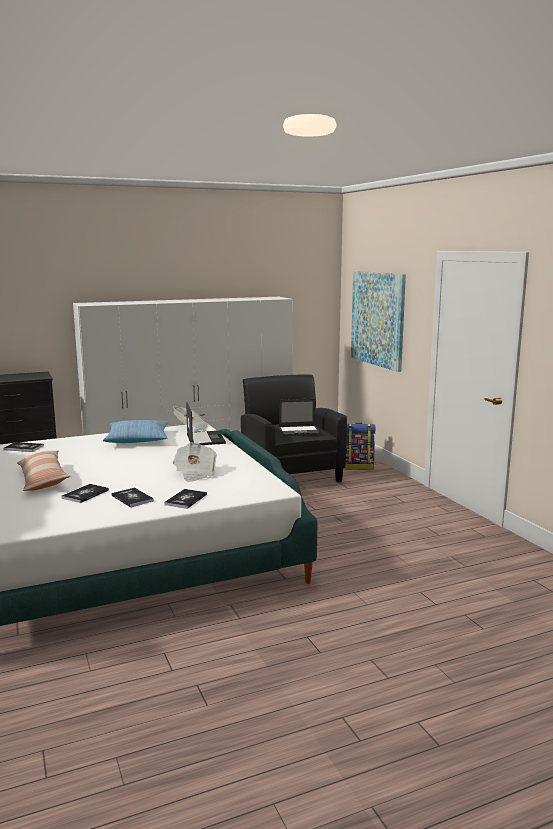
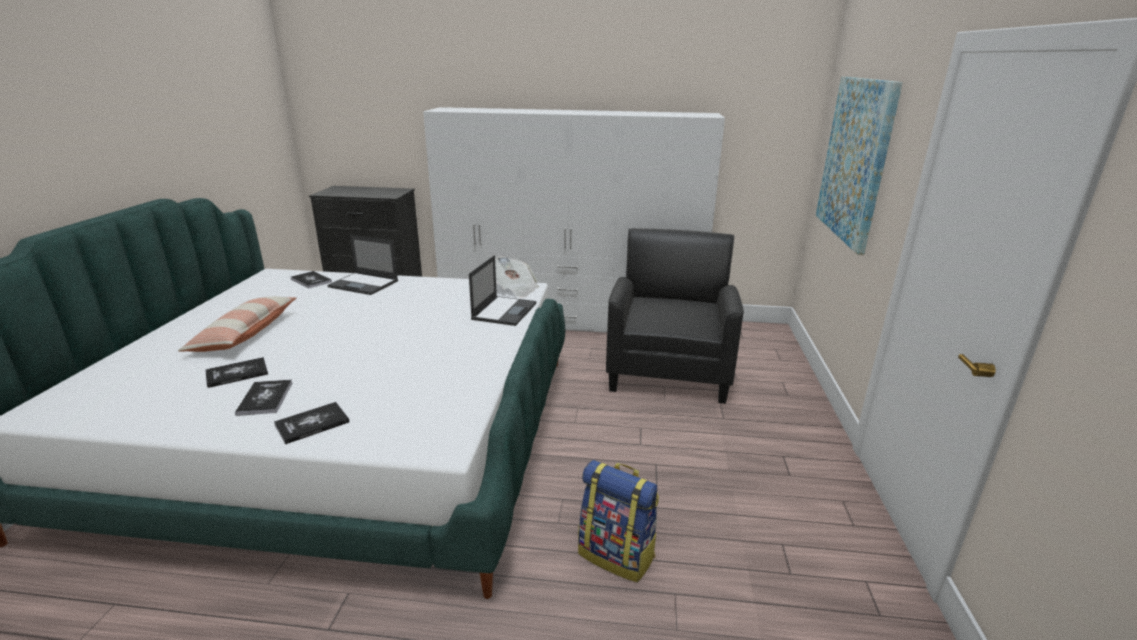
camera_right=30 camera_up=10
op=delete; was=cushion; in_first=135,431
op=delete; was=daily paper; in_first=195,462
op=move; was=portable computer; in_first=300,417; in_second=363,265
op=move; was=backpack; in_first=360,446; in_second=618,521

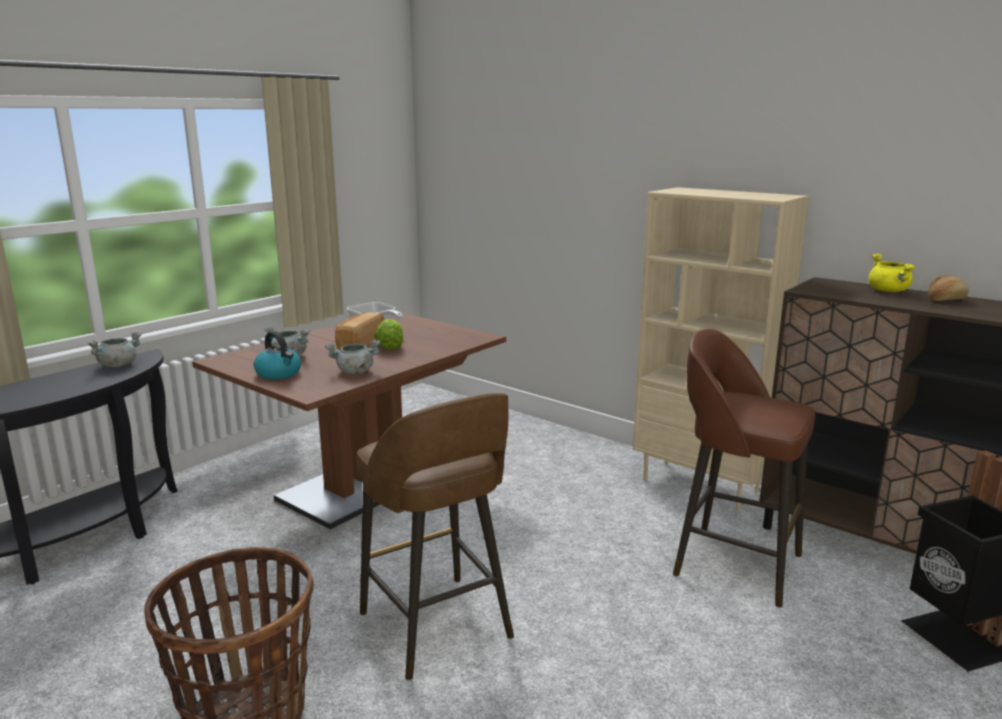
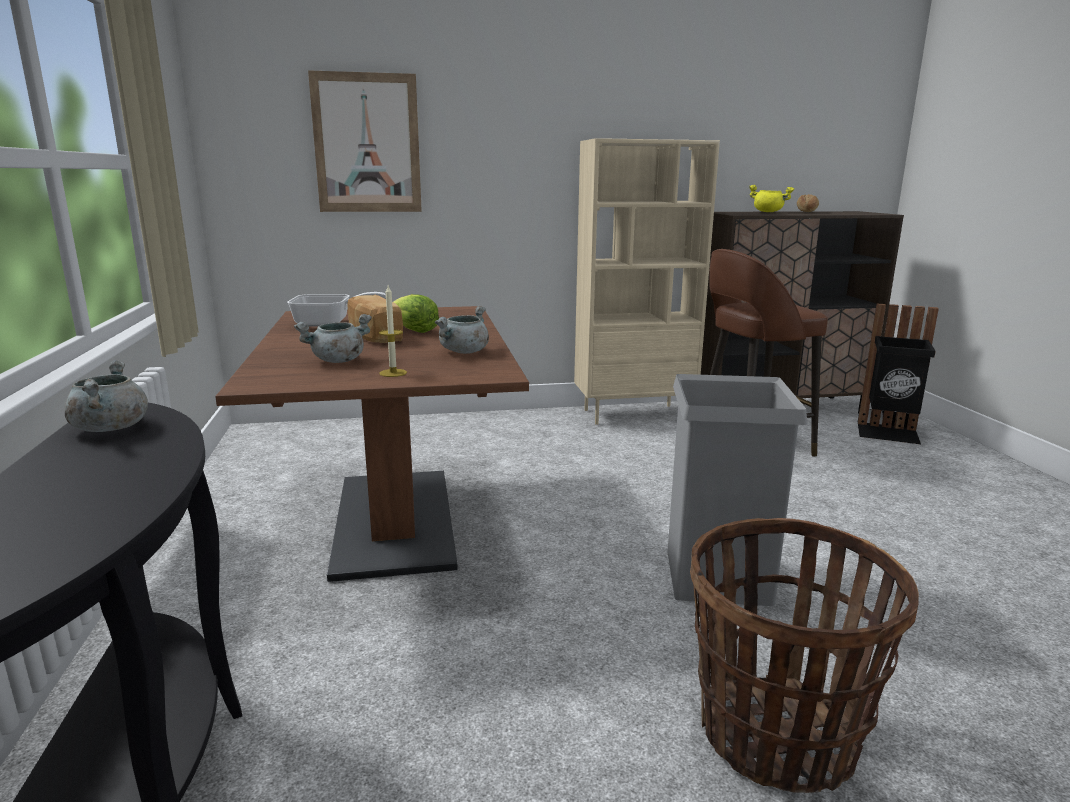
camera_right=-50 camera_up=0
op=replace; was=kettle; now=candle; in_first=277,355; in_second=393,331
op=replace; was=sitting stool in brown; now=rubbish bin in grey; in_first=435,536; in_second=737,490
op=insert; now=wall picture; in_second=365,141

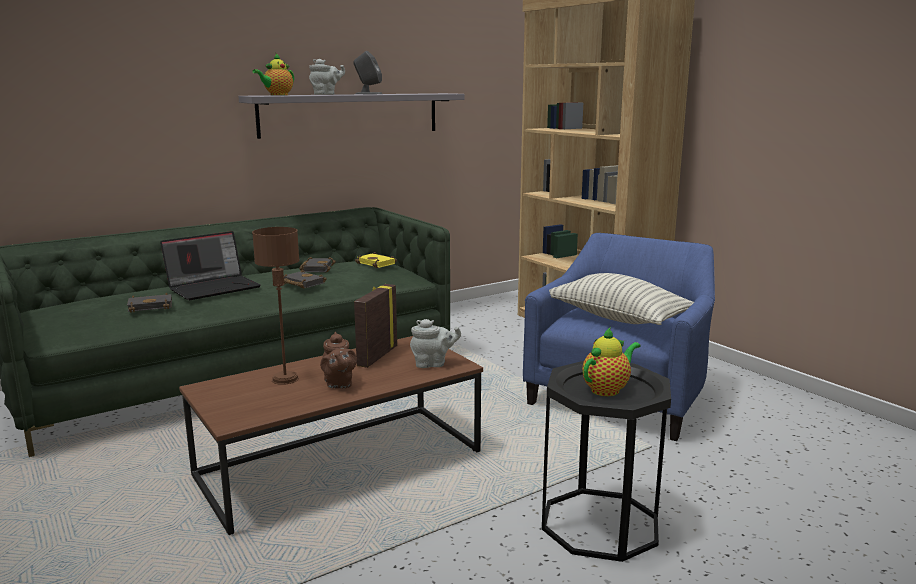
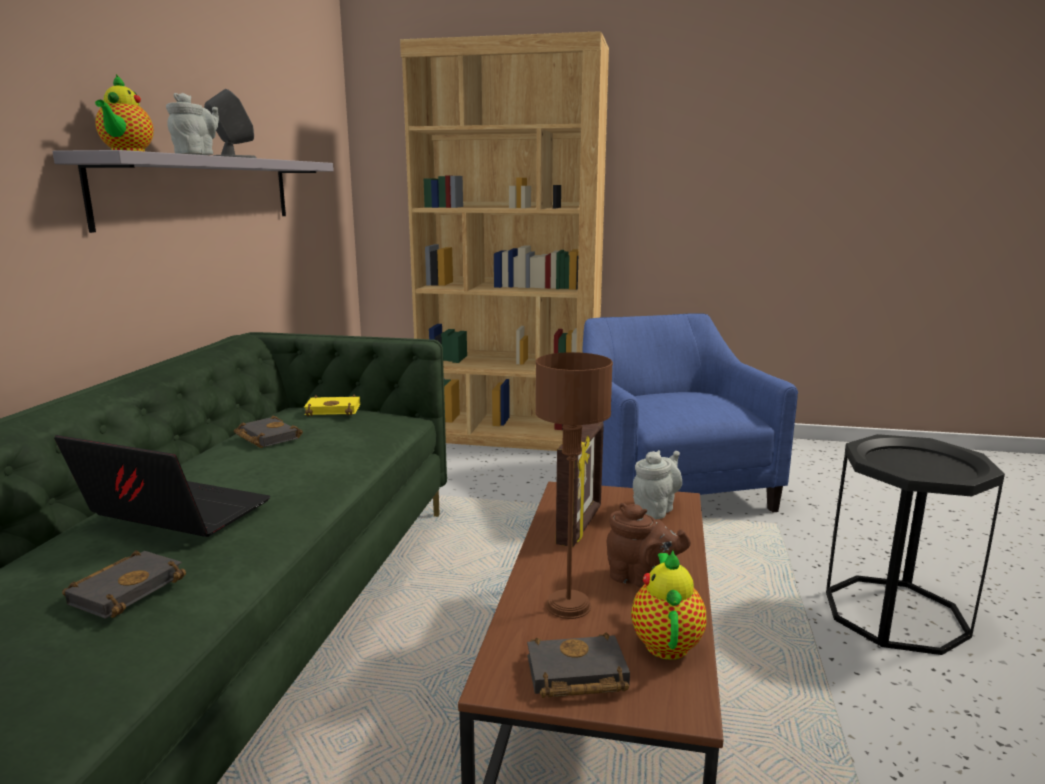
camera_right=-45 camera_up=0
op=rotate; was=portable computer; in_first=210,265; in_second=162,486; clockwise=-75
op=move; was=book in blackish; in_first=305,279; in_second=578,665
op=rotate; was=standing frame; in_first=375,326; in_second=580,484; clockwise=-135
op=delete; was=cushion; in_first=621,299
op=move; was=teapot; in_first=611,361; in_second=668,605

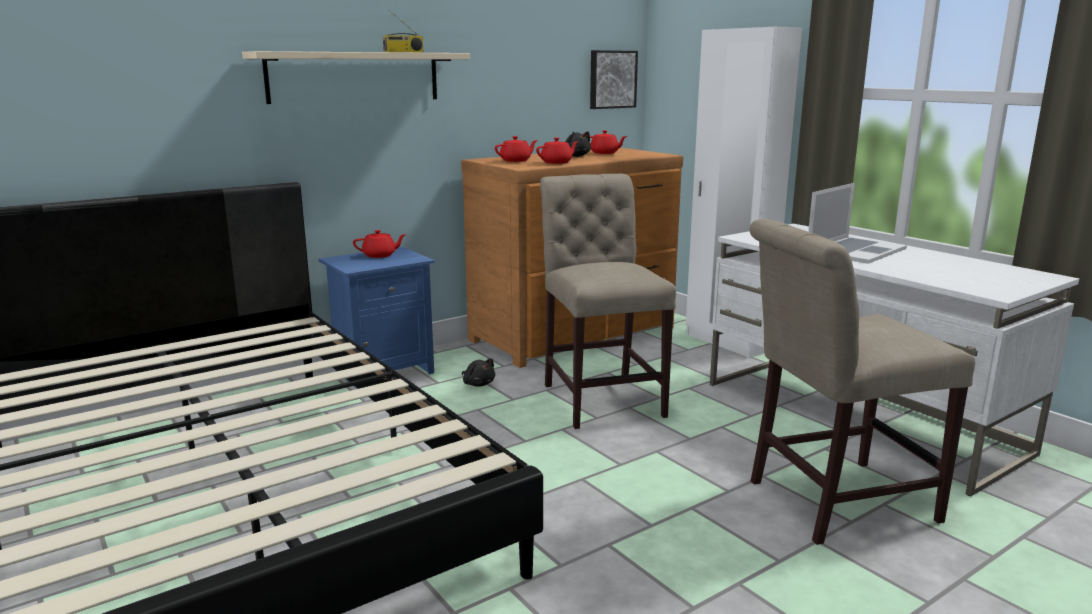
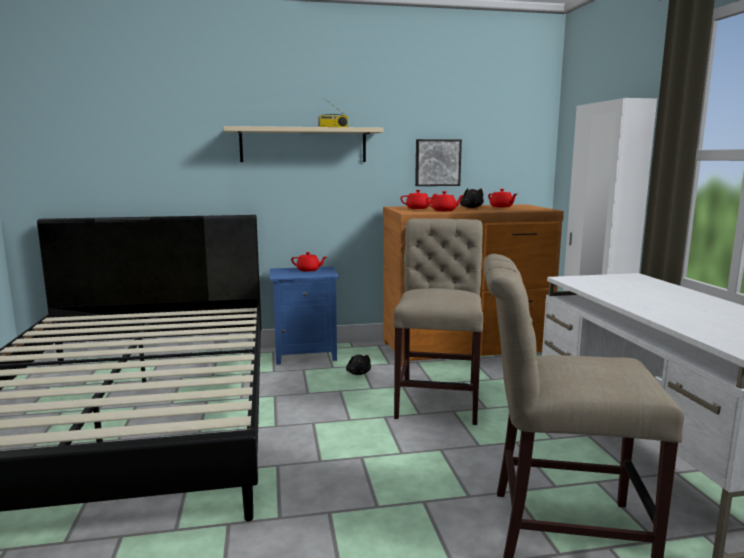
camera_right=25 camera_up=-5
op=move; was=wall picture; in_first=614,79; in_second=438,162
op=delete; was=portable computer; in_first=857,223

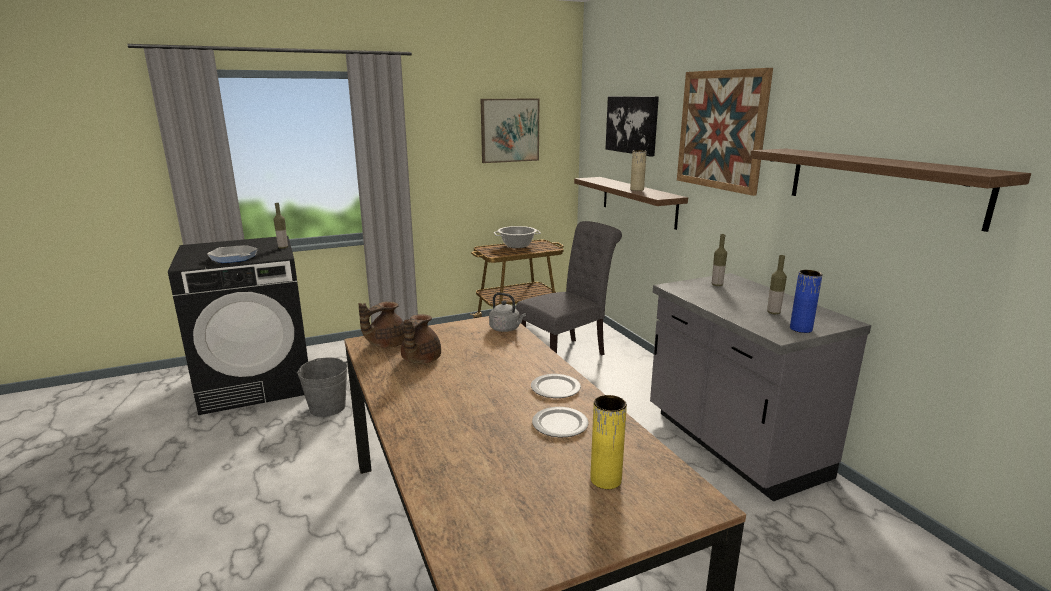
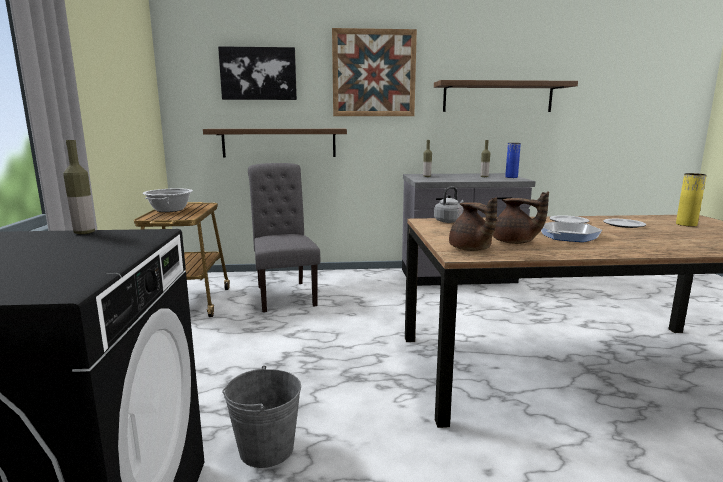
camera_right=-70 camera_up=-5
op=move; was=frying pan; in_first=232,254; in_second=571,231
op=delete; was=wall picture; in_first=510,131
op=delete; was=flower vase in beige-coloured; in_first=638,170

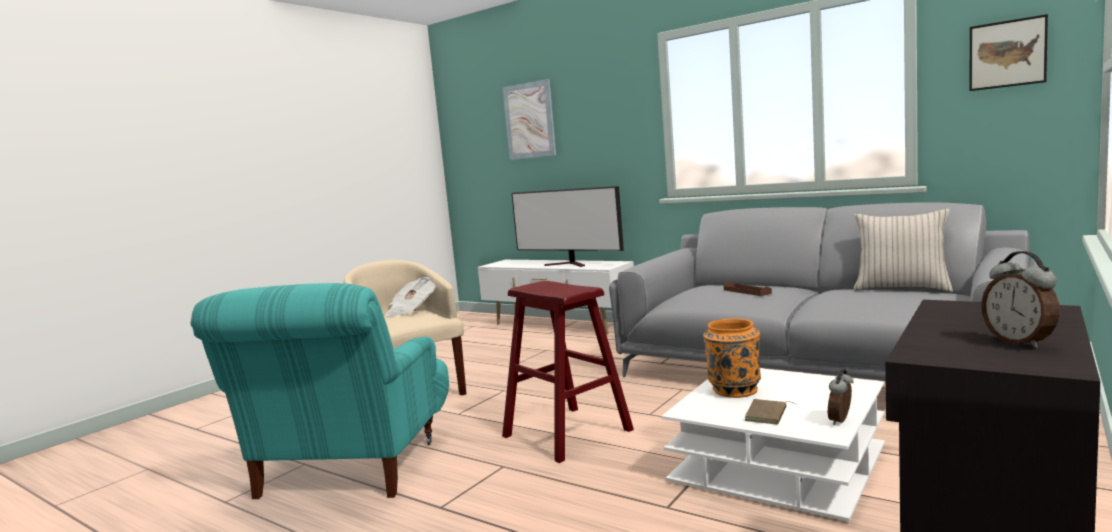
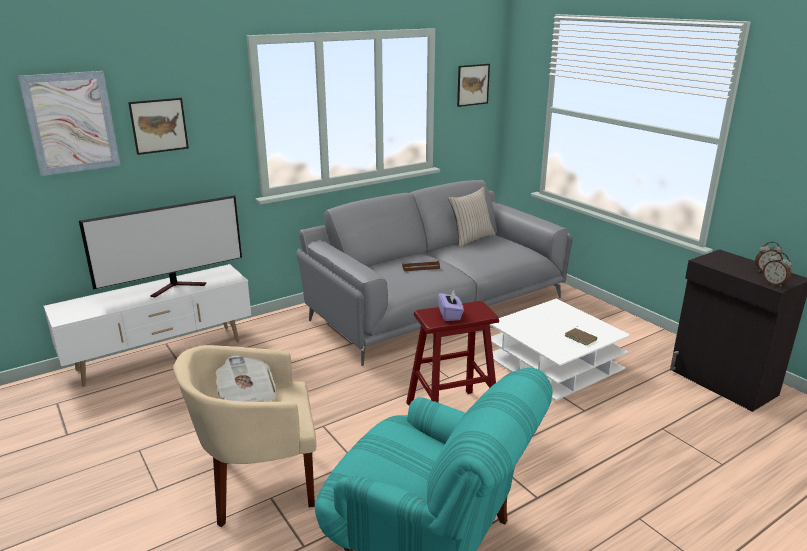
camera_right=-70 camera_up=15
op=delete; was=flower vase in orange; in_first=732,358
op=move; was=bedside clock; in_first=841,397; in_second=777,270
op=insert; now=wall picture; in_second=158,126
op=insert; now=tissue holder in purple-coloured; in_second=451,305

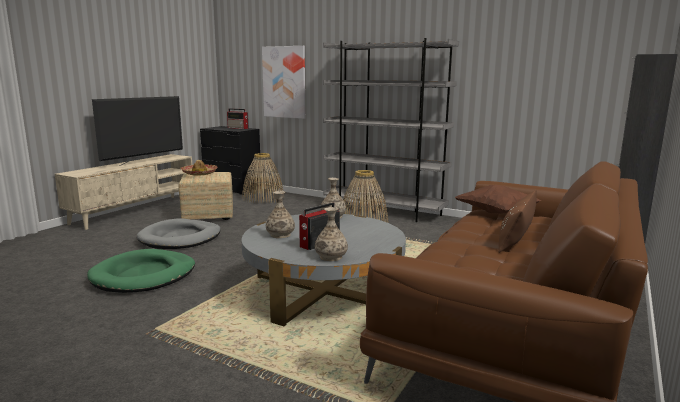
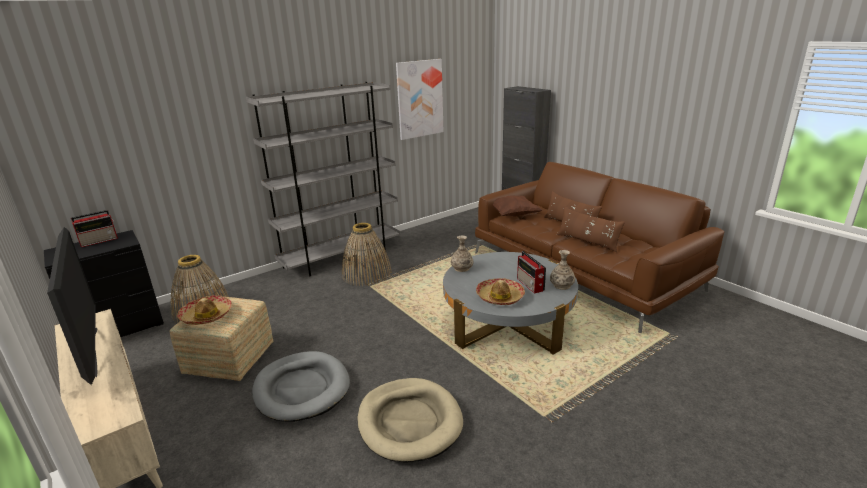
camera_right=-65 camera_up=10
op=recolor; was=dog cushion in green; now=dog cushion in beige-coloured; in_first=141,271; in_second=410,420
op=move; was=wall picture; in_first=283,82; in_second=420,99
op=replace; was=flower vase; now=clothing hat; in_first=280,214; in_second=500,291
op=insert; now=cushion in brown; in_second=591,229

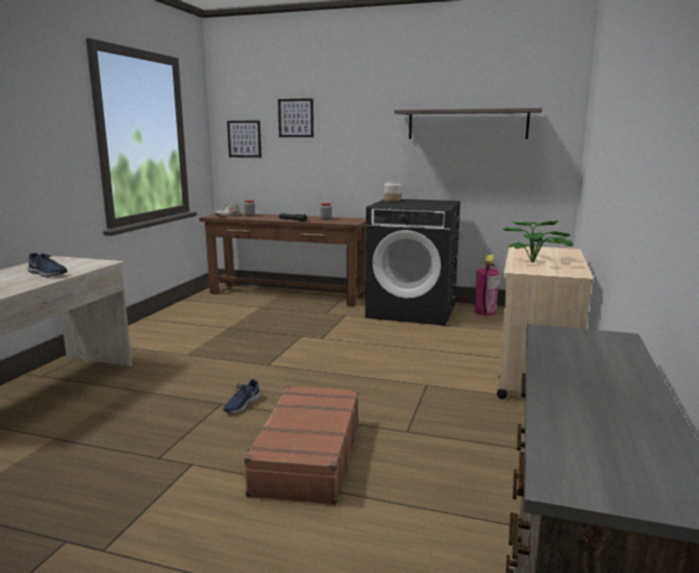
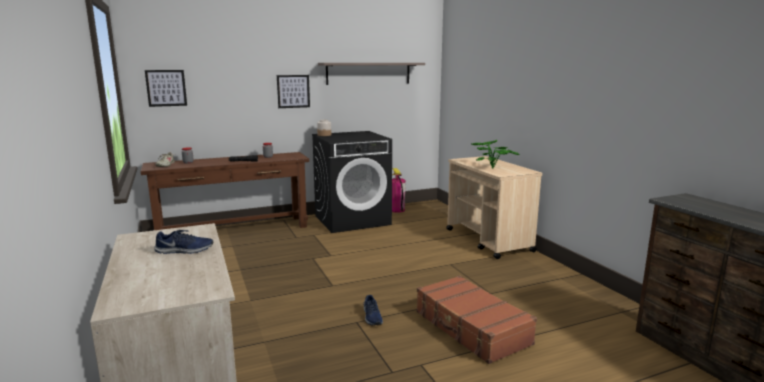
camera_right=-40 camera_up=0
op=move; was=wall picture; in_first=296,117; in_second=293,91

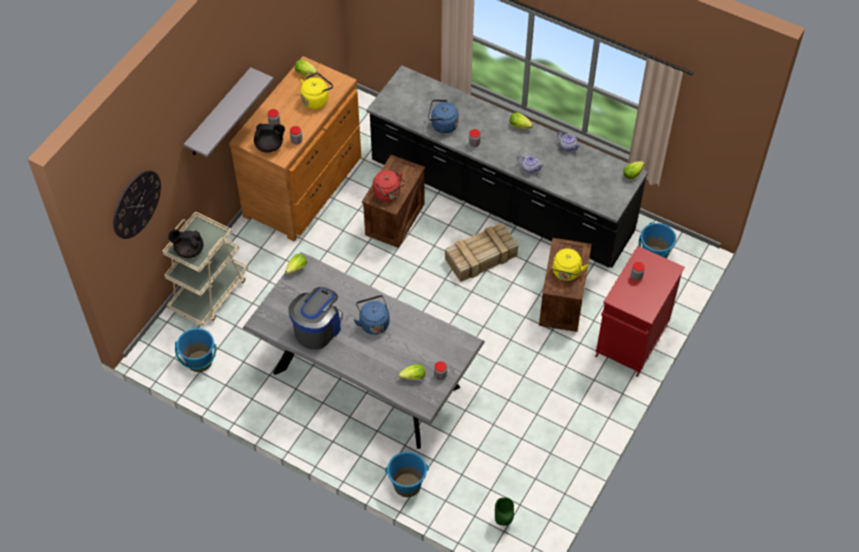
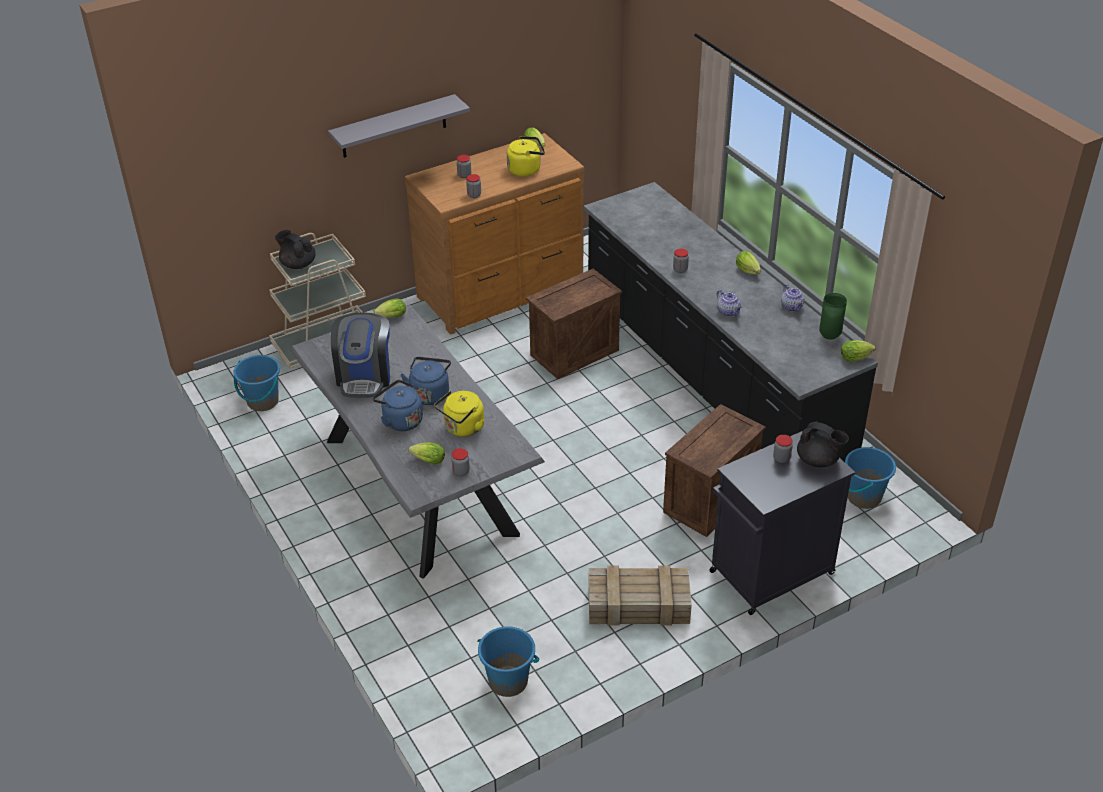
camera_right=30 camera_up=-15
op=delete; was=hanging clock; in_first=137,204
op=move; was=teapot in blackish; in_first=269,137; in_second=823,445
op=rotate; was=coffee brewer; in_first=315,318; in_second=360,355; clockwise=120
op=delete; was=kettle in red; in_first=389,185
op=move; was=water bucket in blue-coloured; in_first=407,474; in_second=508,661
op=move; was=kettle in blue-coloured; in_first=443,117; in_second=398,405
op=move; was=packing crate; in_first=481,252; in_second=640,595
op=move; was=flower vase in green; in_first=504,511; in_second=833,316
op=move; was=kettle in yellowish; in_first=570,264; in_second=459,414
op=recolor; was=storage cabinet in red; now=storage cabinet in blackish; in_first=640,311; in_second=782,523

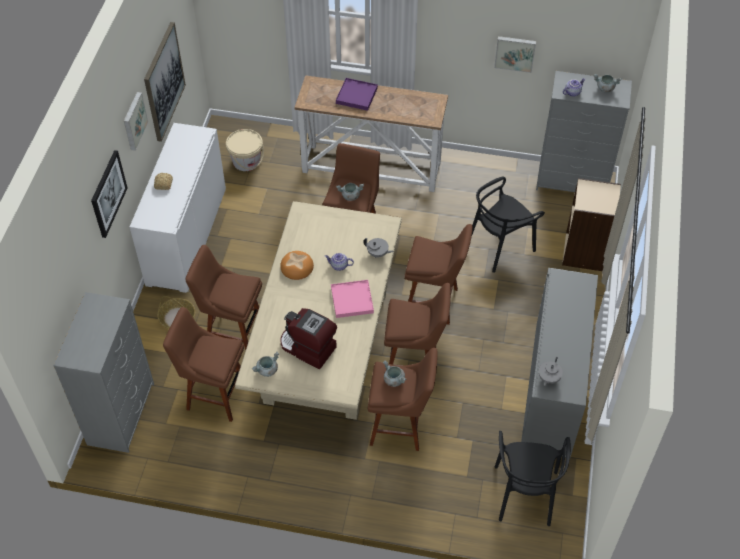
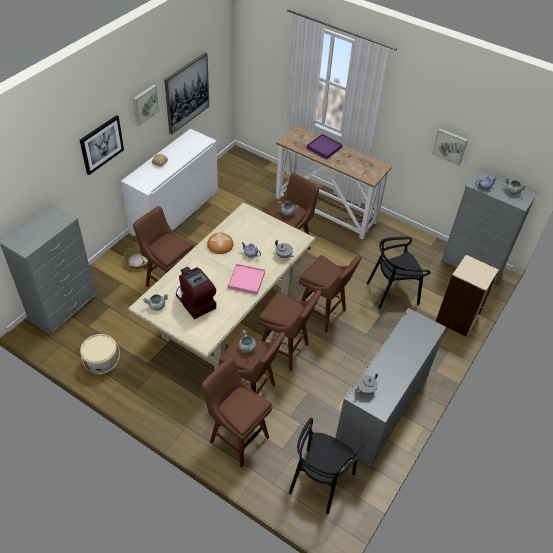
camera_right=20 camera_up=-5
op=move; was=sitting stool in brown; in_first=203,364; in_second=237,412
op=move; was=water bucket in beige-coloured; in_first=245,150; in_second=100,354

